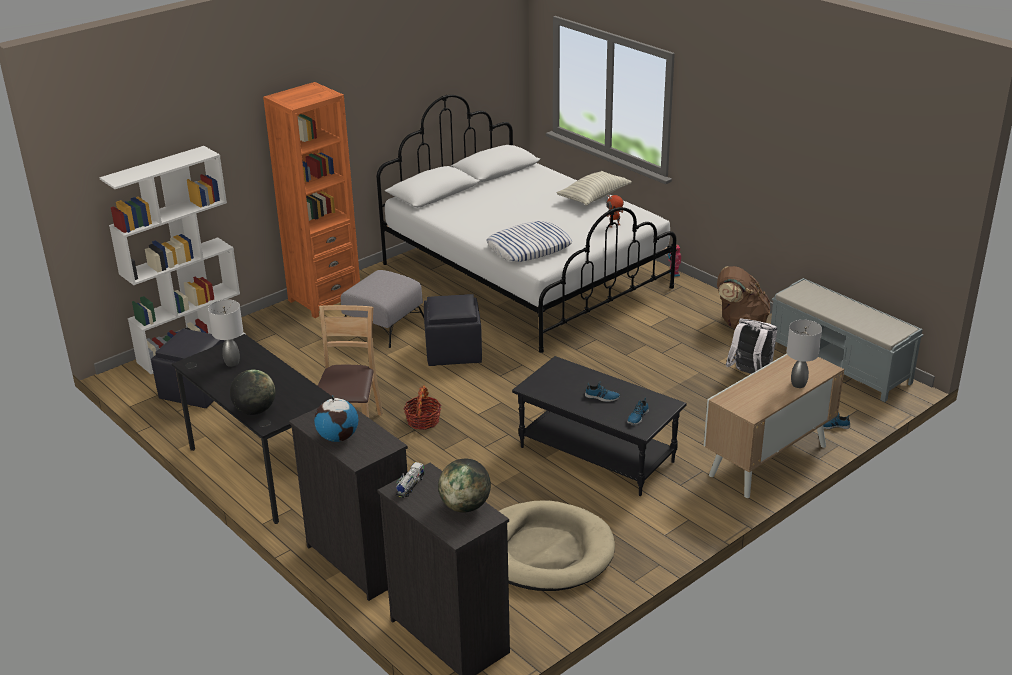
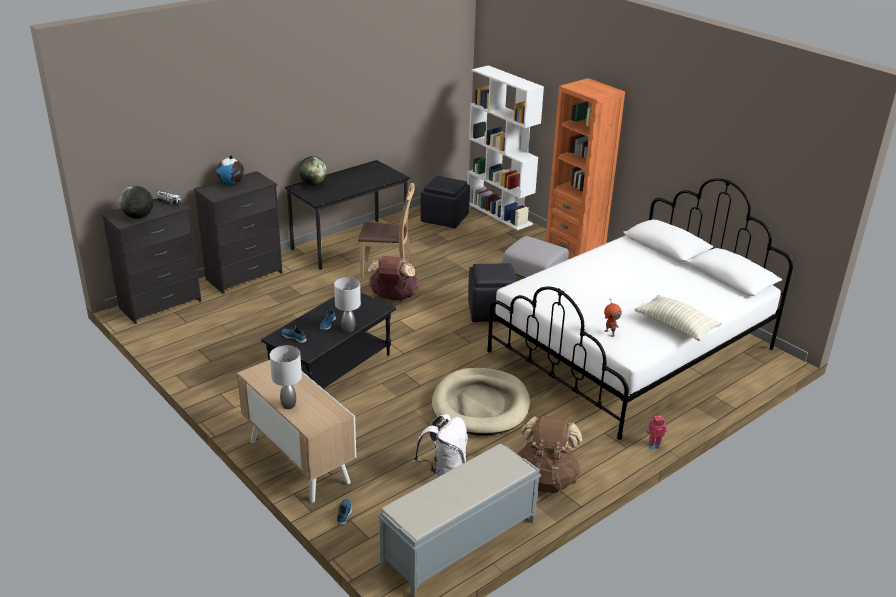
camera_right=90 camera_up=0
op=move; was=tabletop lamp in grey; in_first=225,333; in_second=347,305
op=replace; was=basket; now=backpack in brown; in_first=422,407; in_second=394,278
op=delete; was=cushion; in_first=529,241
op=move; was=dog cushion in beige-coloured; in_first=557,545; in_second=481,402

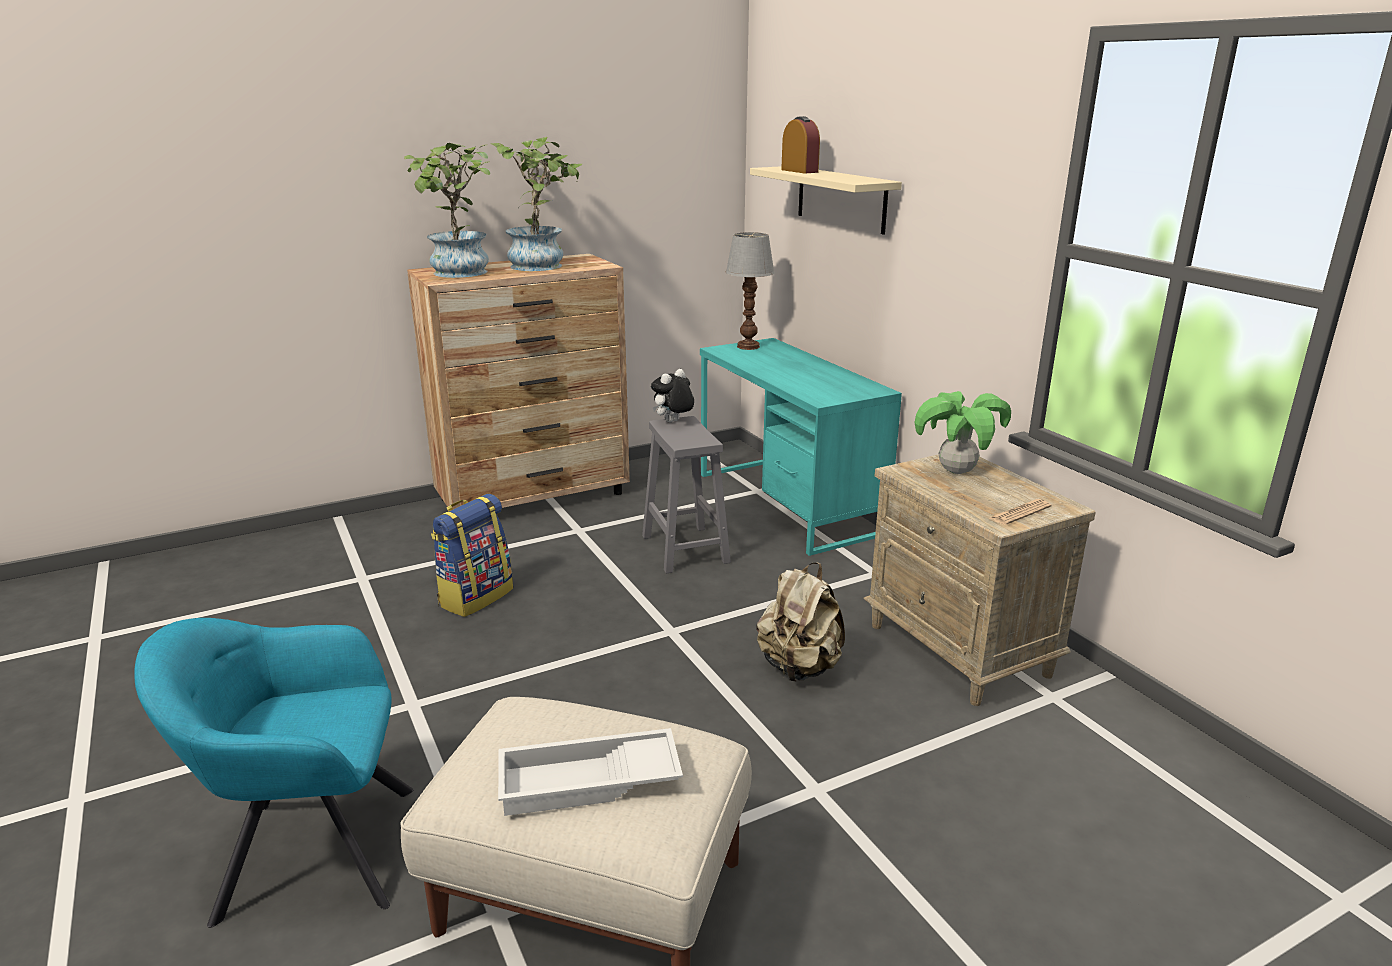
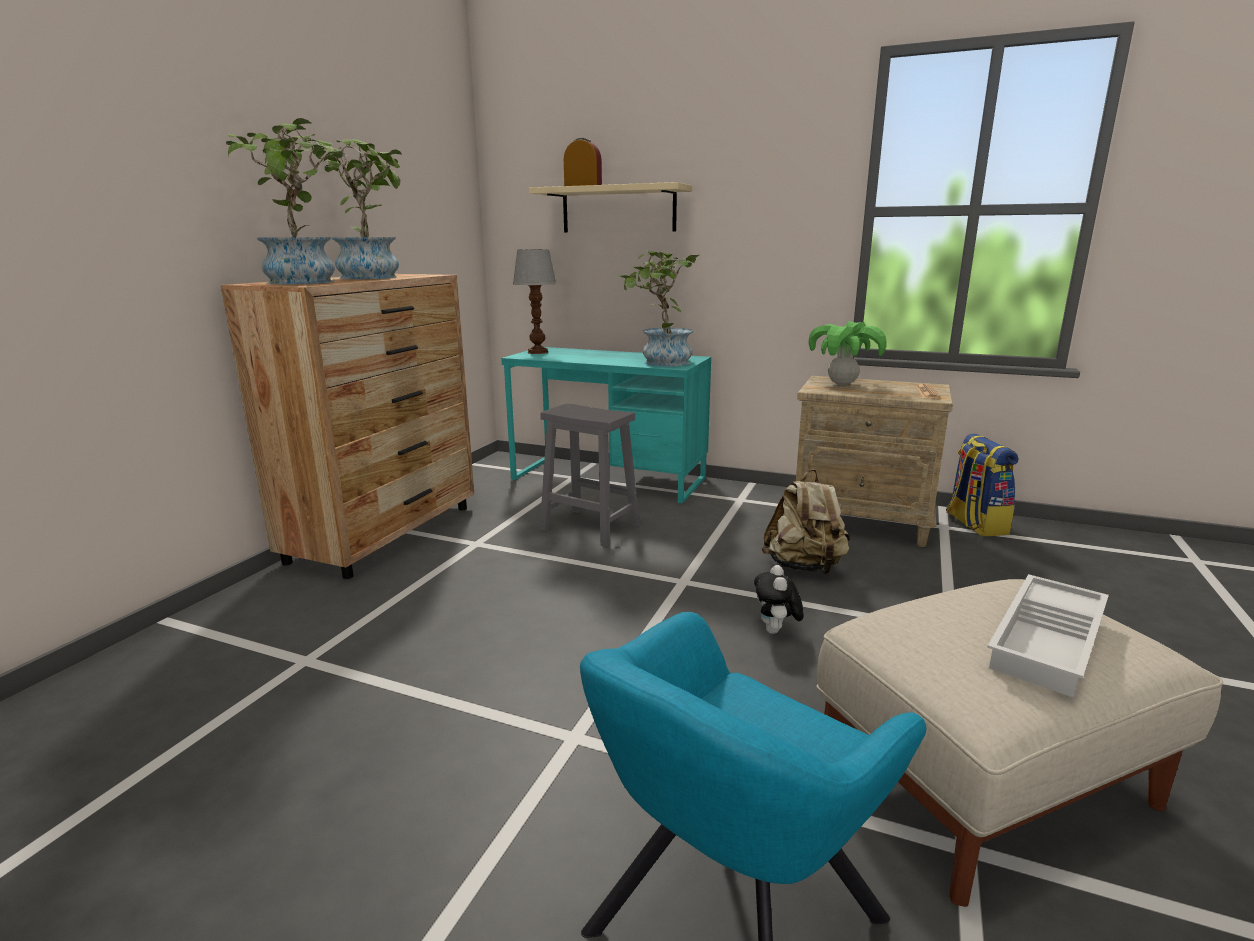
camera_right=-40 camera_up=-5
op=move; was=backpack; in_first=472,555; in_second=982,485
op=move; was=cuddly toy; in_first=672,395; in_second=778,599
op=insert; now=plant in a pot; in_second=657,308

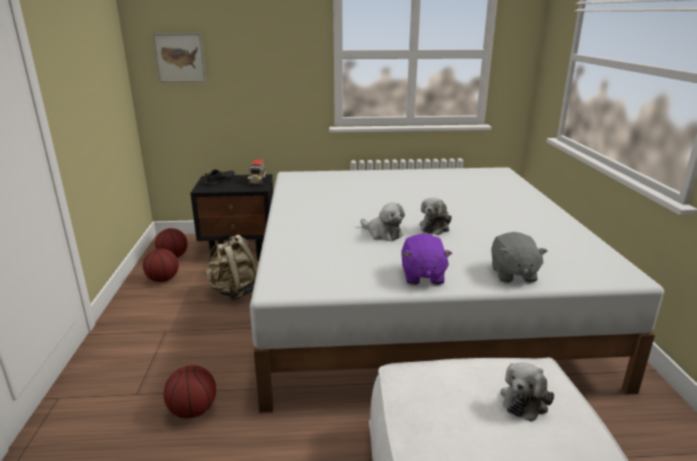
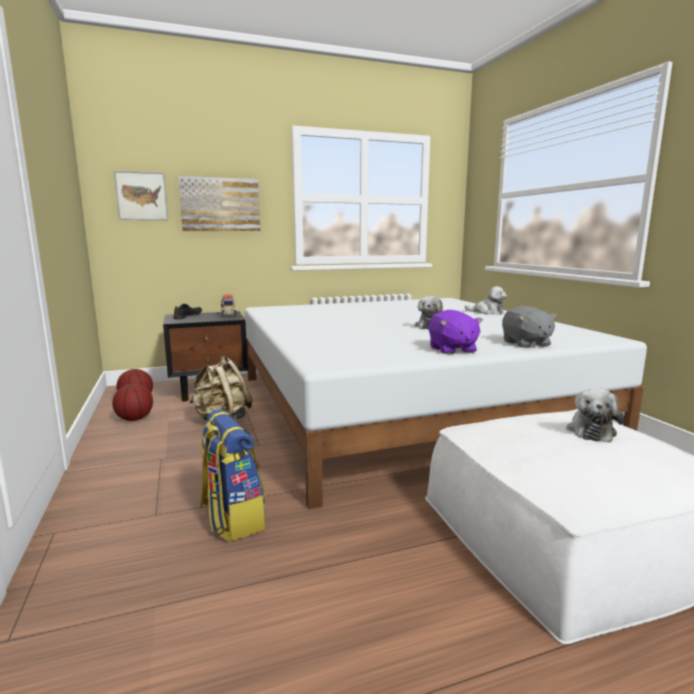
camera_right=-15 camera_up=-10
op=replace; was=ball for basketball; now=backpack; in_first=190,391; in_second=232,475
op=move; was=cuddly toy; in_first=382,222; in_second=486,300
op=insert; now=wall picture; in_second=219,203

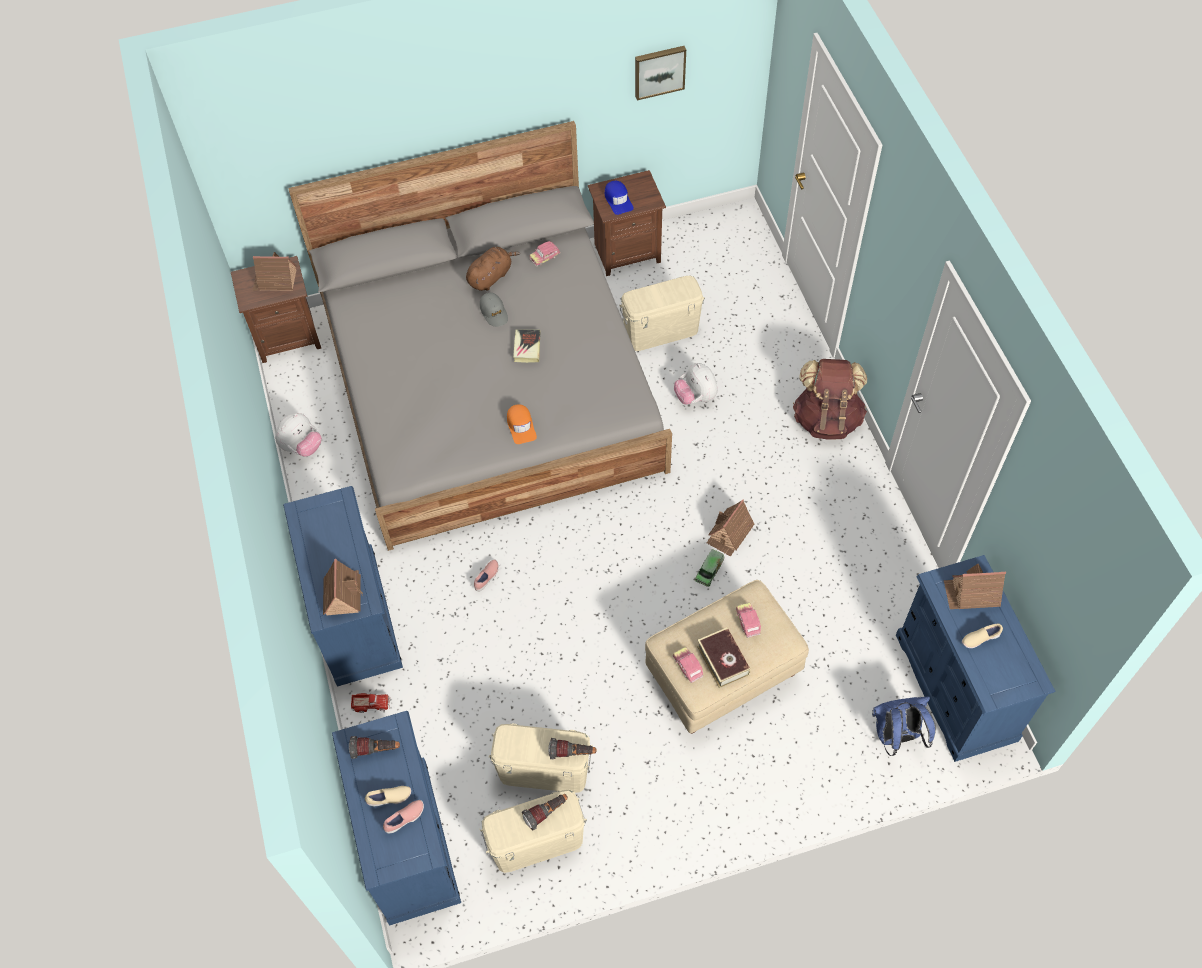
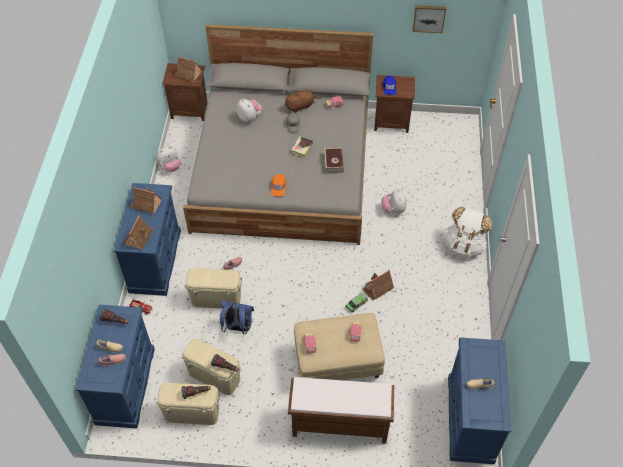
camera_right=20 camera_up=-5
op=move; was=storage container in beige-coloured; in_first=662,313; in_second=213,288
op=move; was=book; in_first=724,657; in_second=334,160
op=recolor; was=backpack in brown; now=backpack in whitish; in_first=830,399; in_second=467,233
op=move; was=backpack in blue-coloured; in_first=904,726; in_second=237,318
op=move; was=model house; in_first=975,586; in_second=146,200
op=insert; now=cuddly toy; in_second=250,110
op=insert; now=bench in brown; in_second=341,410

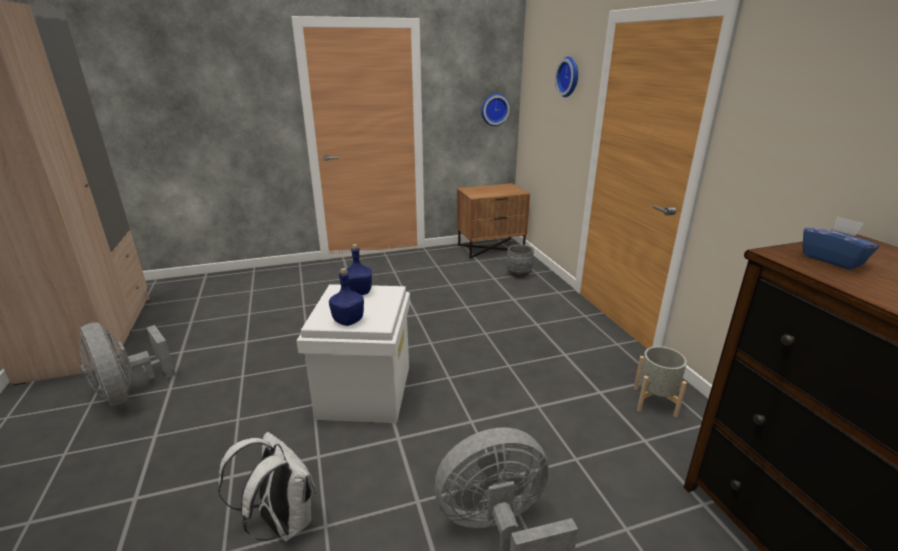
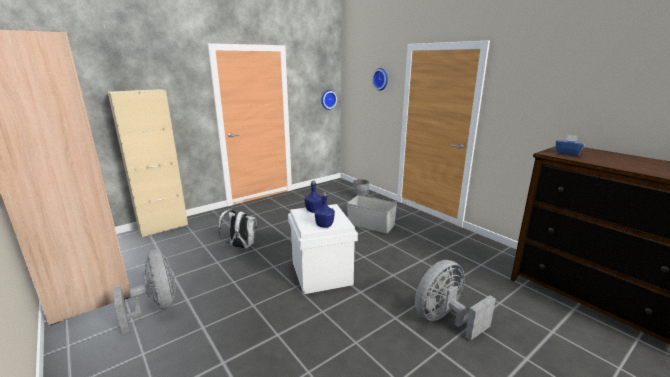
camera_right=-20 camera_up=-5
op=rotate; was=electric fan in grey; in_first=127,364; in_second=144,291; clockwise=-150
op=move; was=backpack in whitish; in_first=267,486; in_second=237,229
op=delete; was=night table in brown; in_first=493,221
op=delete; was=plant pot in grey; in_first=660,381
op=insert; now=storage cabinet in beige-coloured; in_second=148,163
op=insert; now=storage container in grey; in_second=372,214

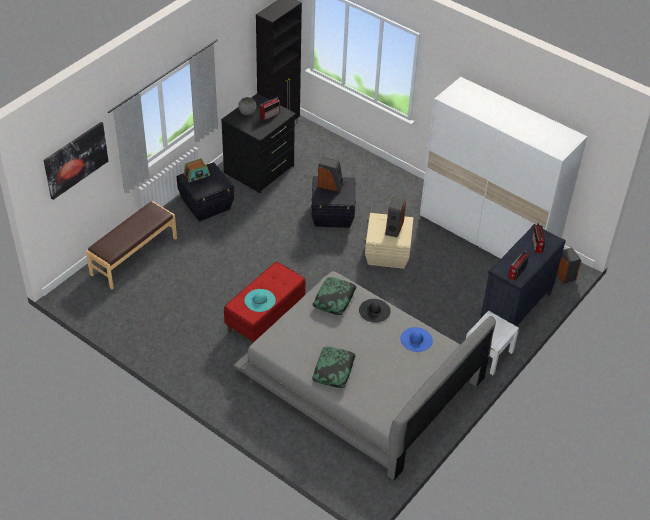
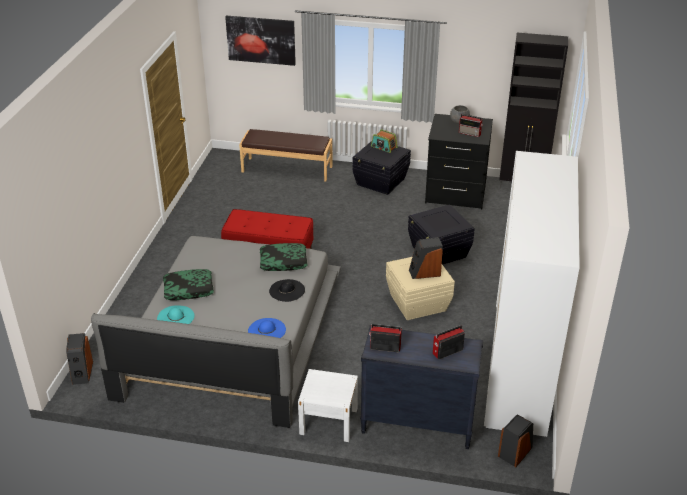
camera_right=65 camera_up=-10
op=move; was=clothing hat in blue-green; in_first=260,300; in_second=176,314
op=move; was=audio speaker; in_first=330,174; in_second=79,359

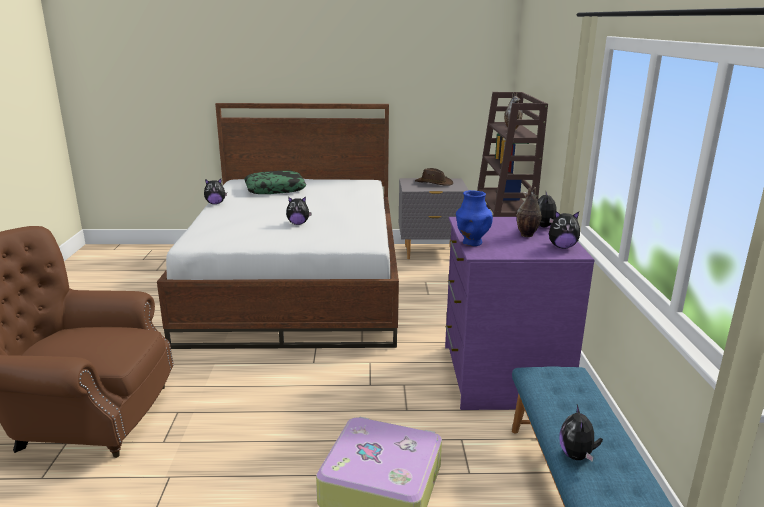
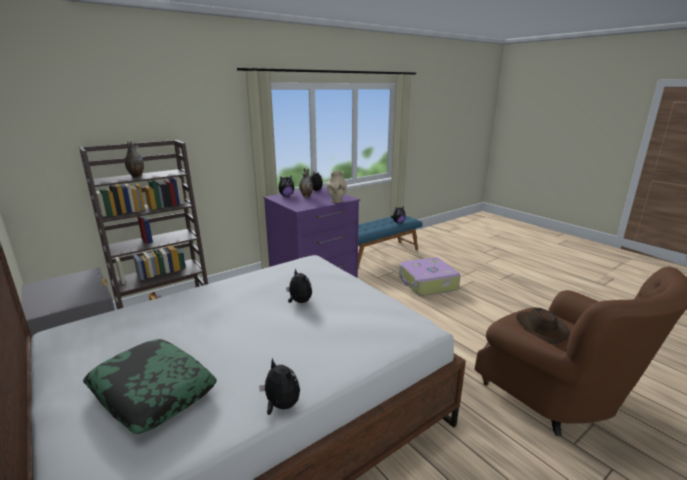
camera_right=-125 camera_up=0
op=move; was=clothing hat in brown; in_first=434,176; in_second=543,326
op=recolor; was=flower vase in blue-coloured; now=flower vase in beige-coloured; in_first=474,218; in_second=337,187

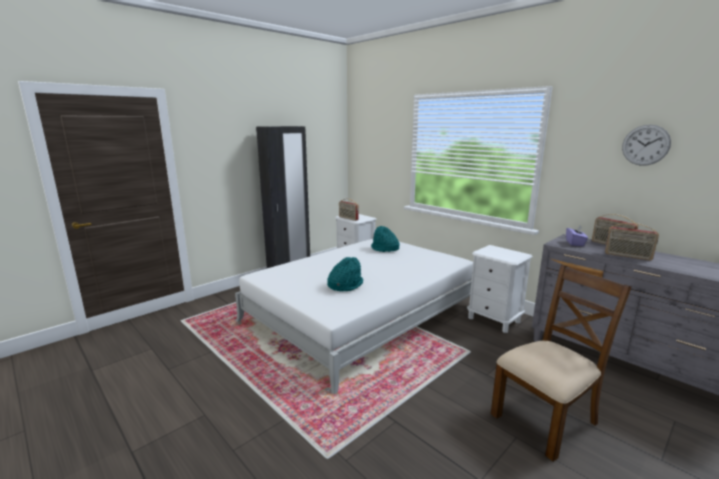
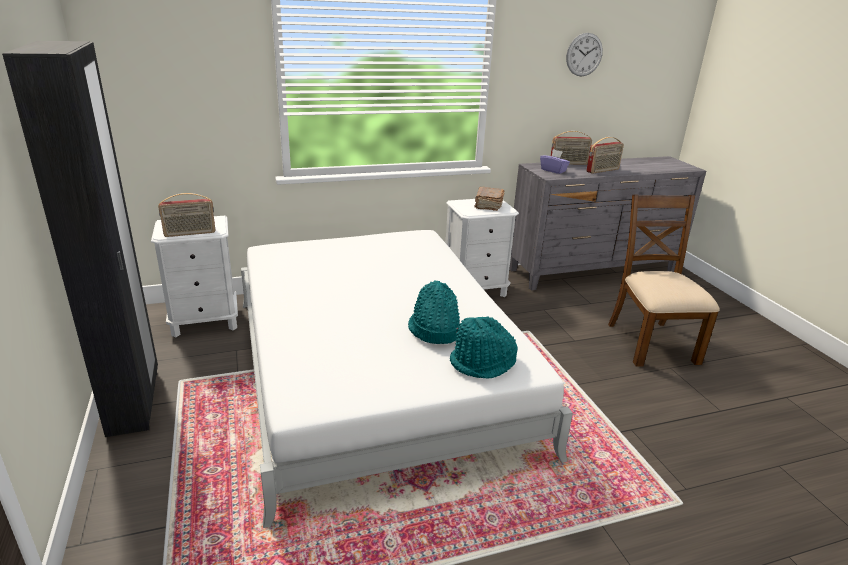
camera_right=-65 camera_up=10
op=move; was=clothing hat in blue-green; in_first=385,239; in_second=484,347
op=insert; now=book in brown; in_second=489,199

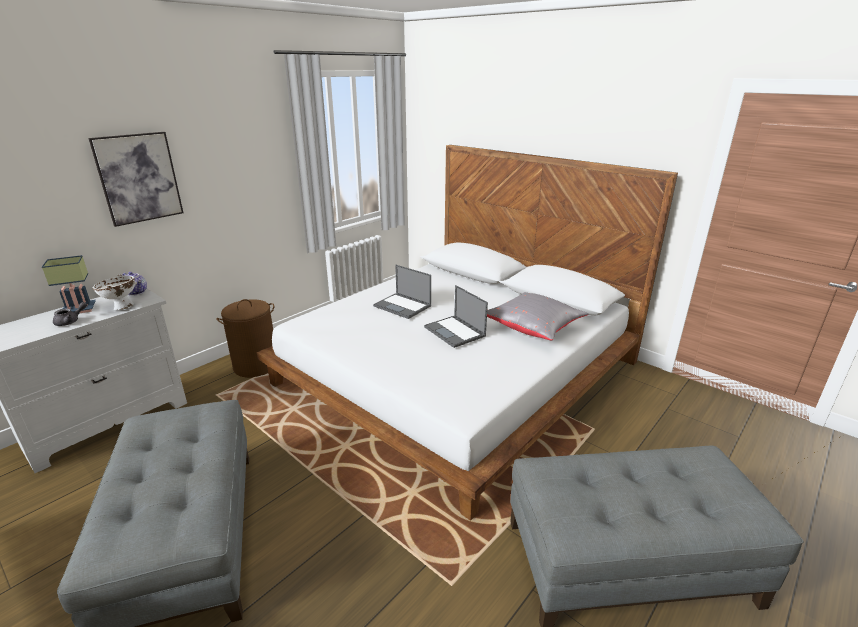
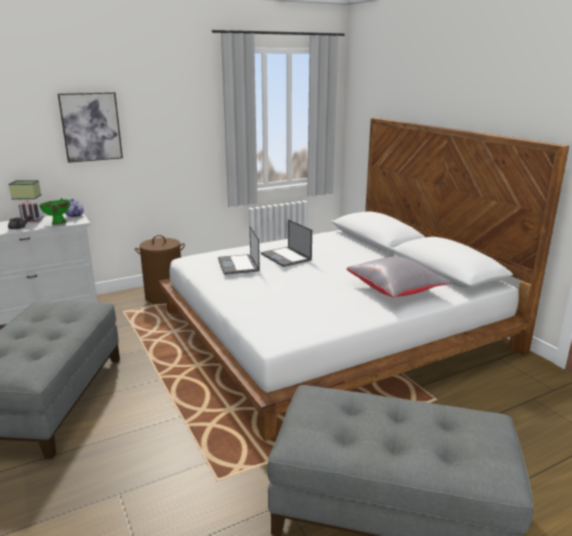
camera_right=20 camera_up=-5
op=recolor; was=bowl in whitish; now=bowl in green; in_first=114,292; in_second=54,211
op=move; was=portable computer; in_first=456,316; in_second=239,250

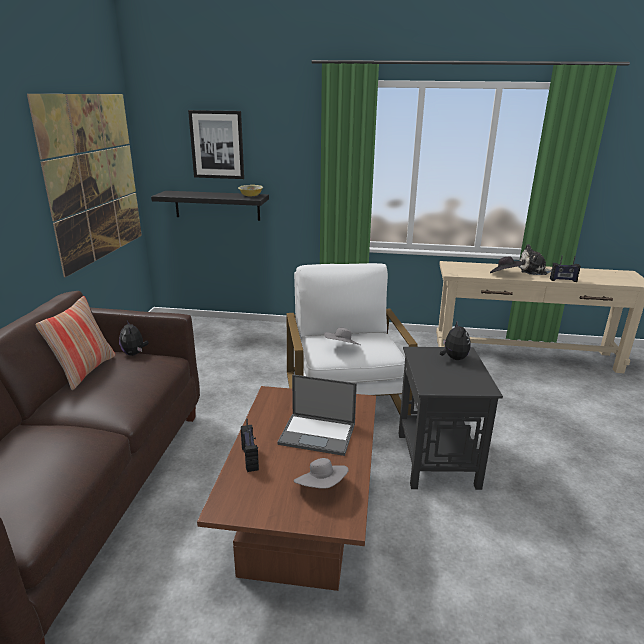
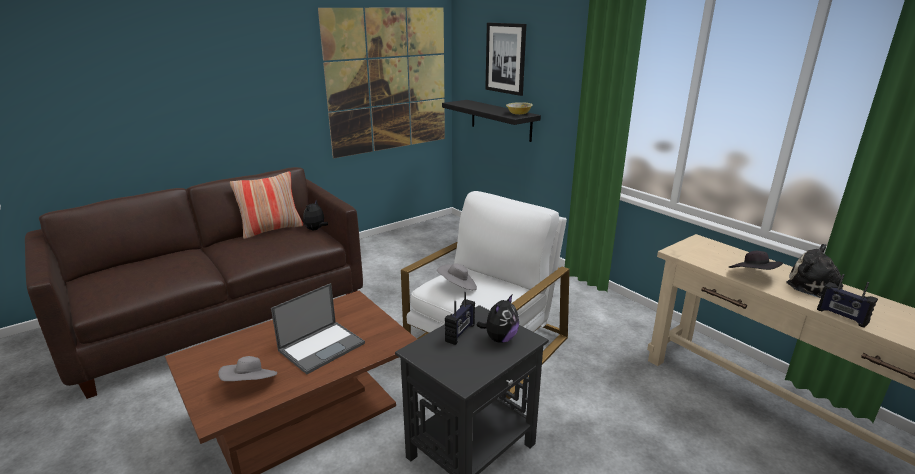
camera_right=45 camera_up=0
op=move; was=radio; in_first=250,445; in_second=460,318
op=rotate; was=portable computer; in_first=317,415; in_second=318,328; clockwise=-105

